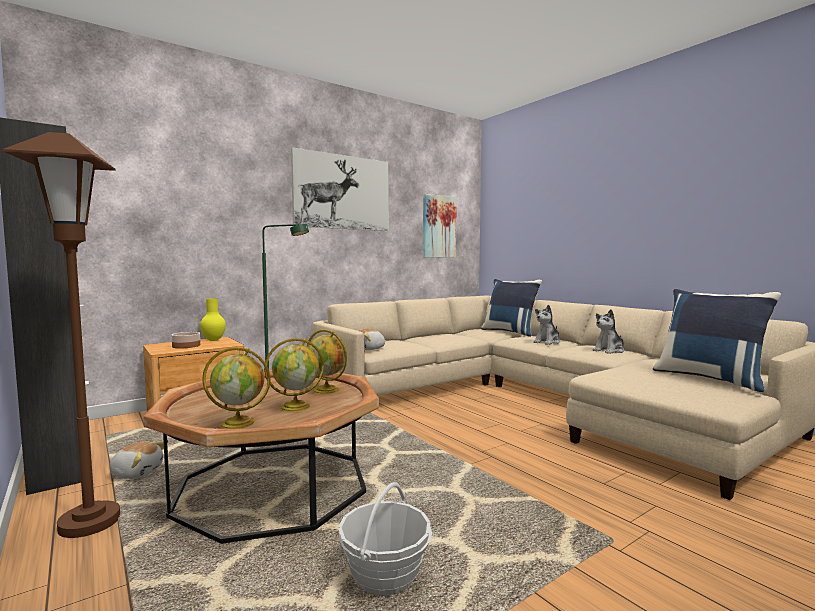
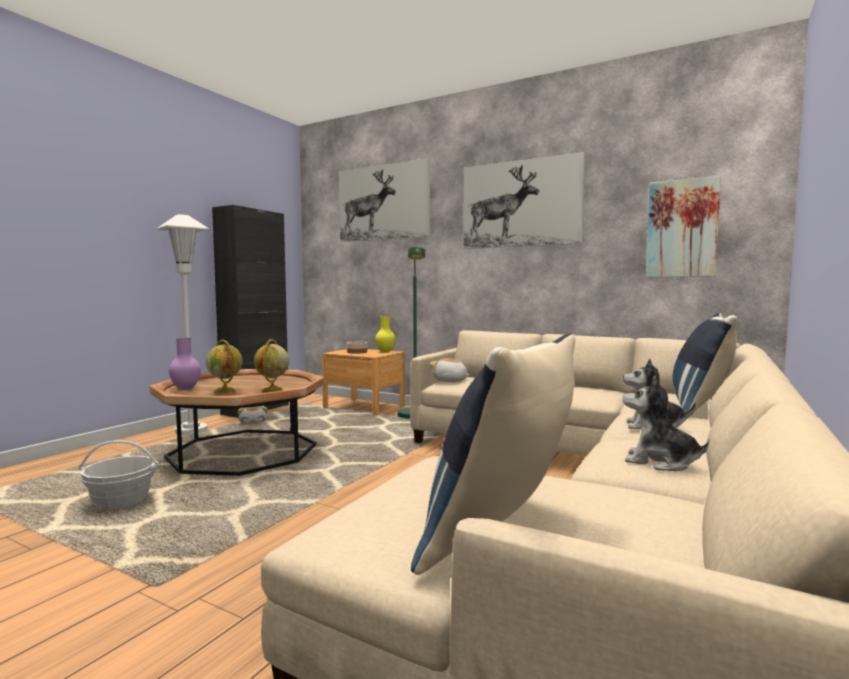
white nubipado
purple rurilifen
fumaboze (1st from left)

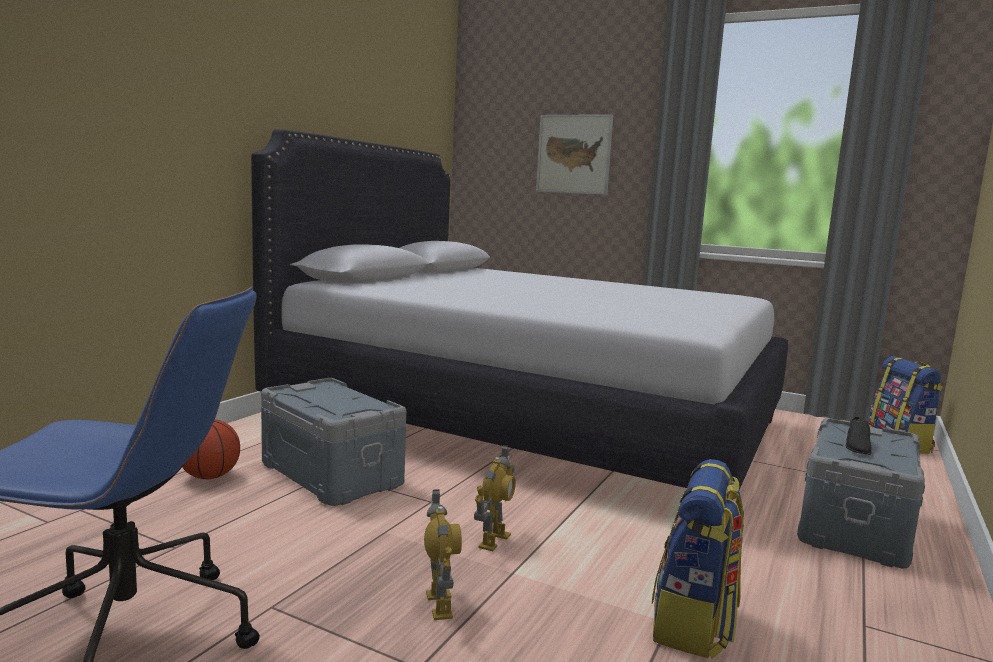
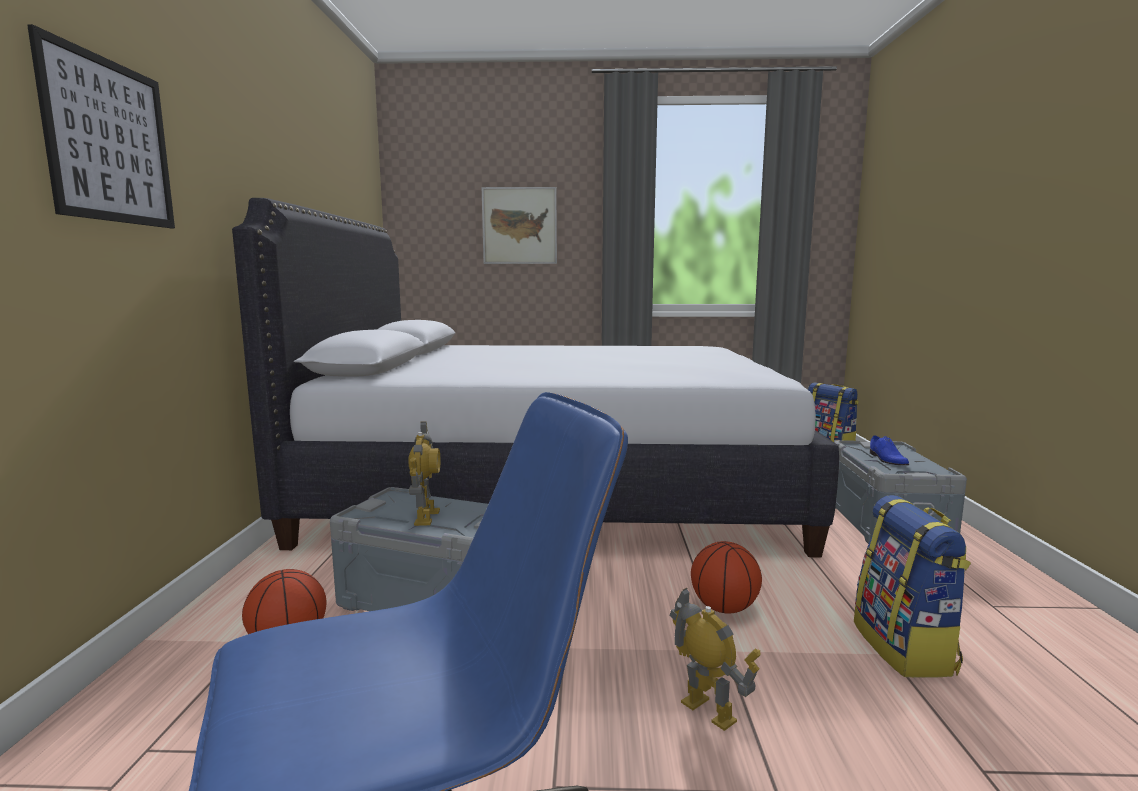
fumaboze (1st from left)
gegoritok (1st from left)
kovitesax (2nd from left)
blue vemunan

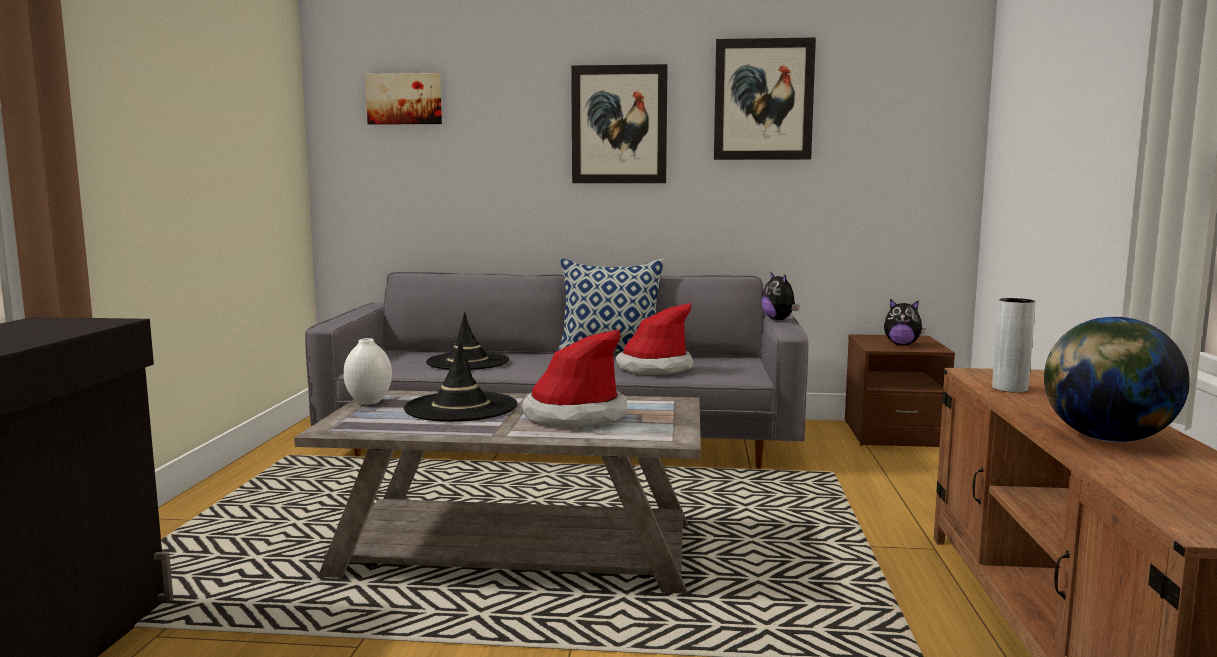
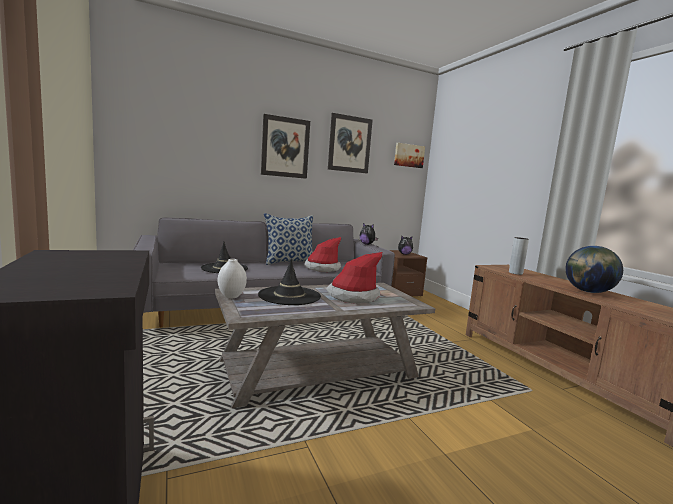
fumaboze (3rd from left)

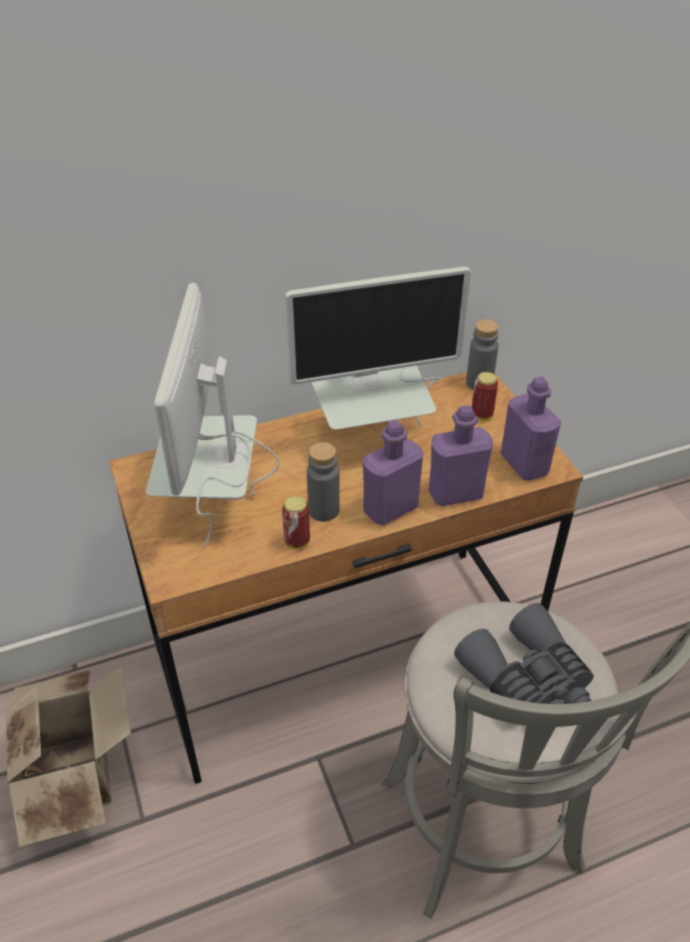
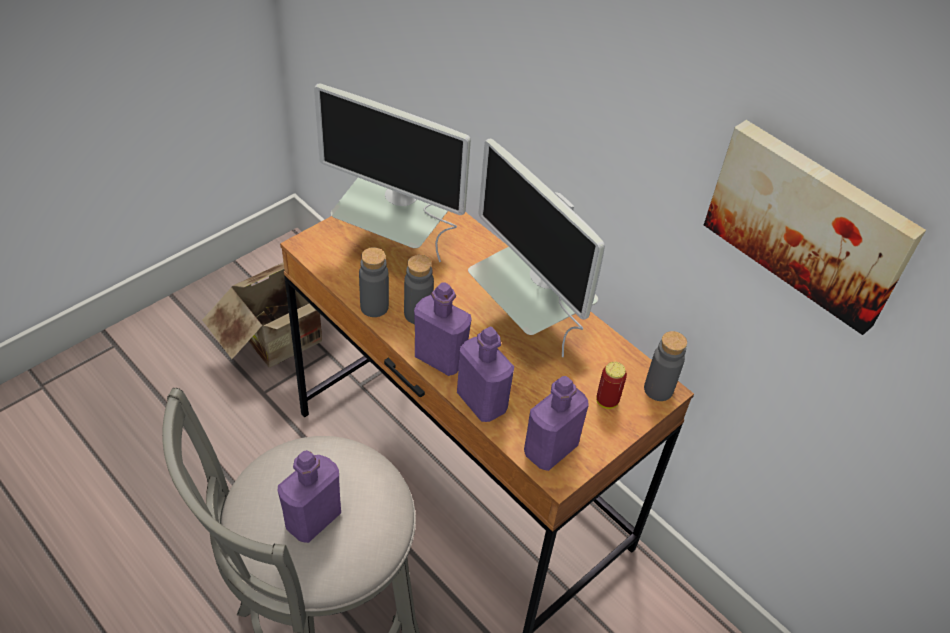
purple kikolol (1st from left)
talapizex (1st from left)
grey kikolol (1st from left)
fumaboze

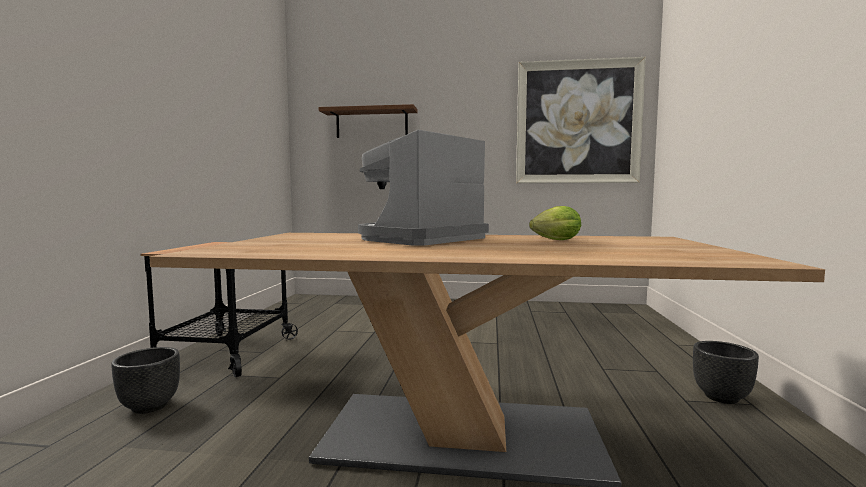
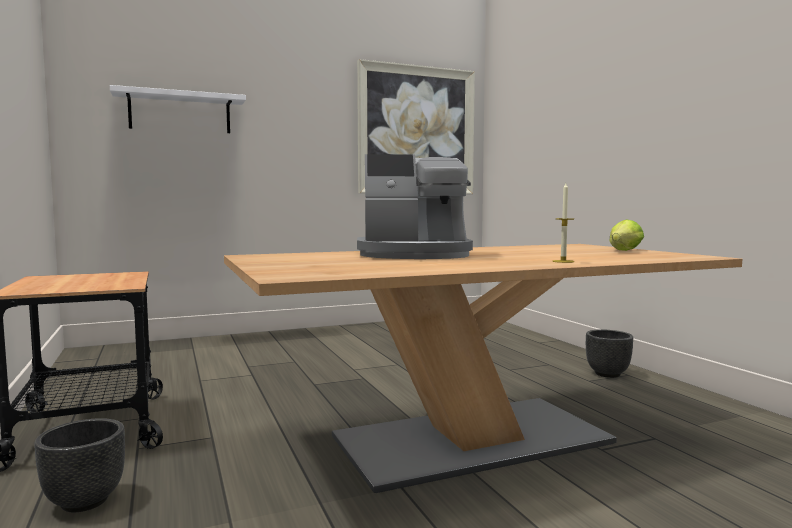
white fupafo
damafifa
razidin
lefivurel

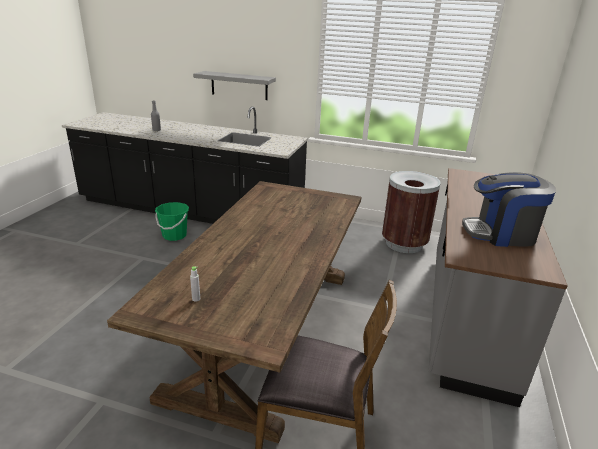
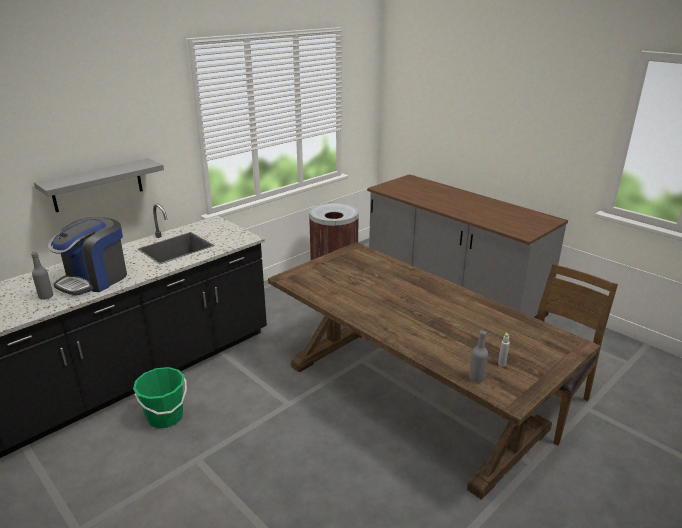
damafifa
grey kikolol (2nd from left)

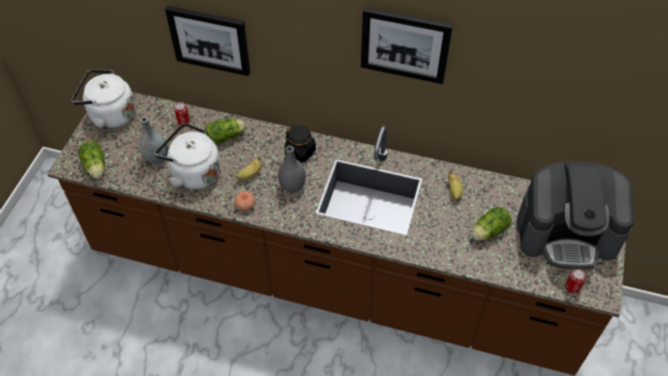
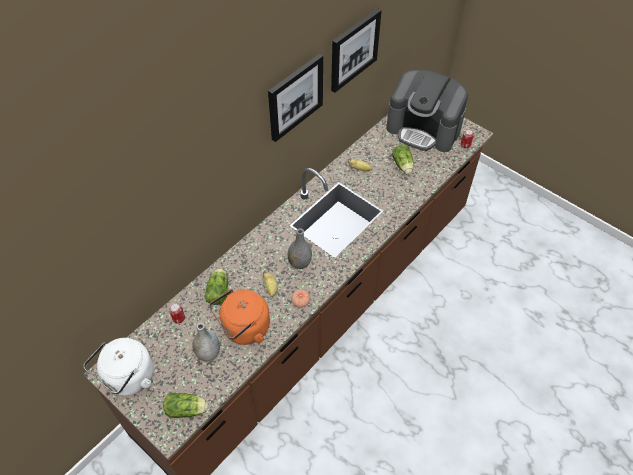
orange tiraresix
fumaboze (2nd from left)
damafifa
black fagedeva

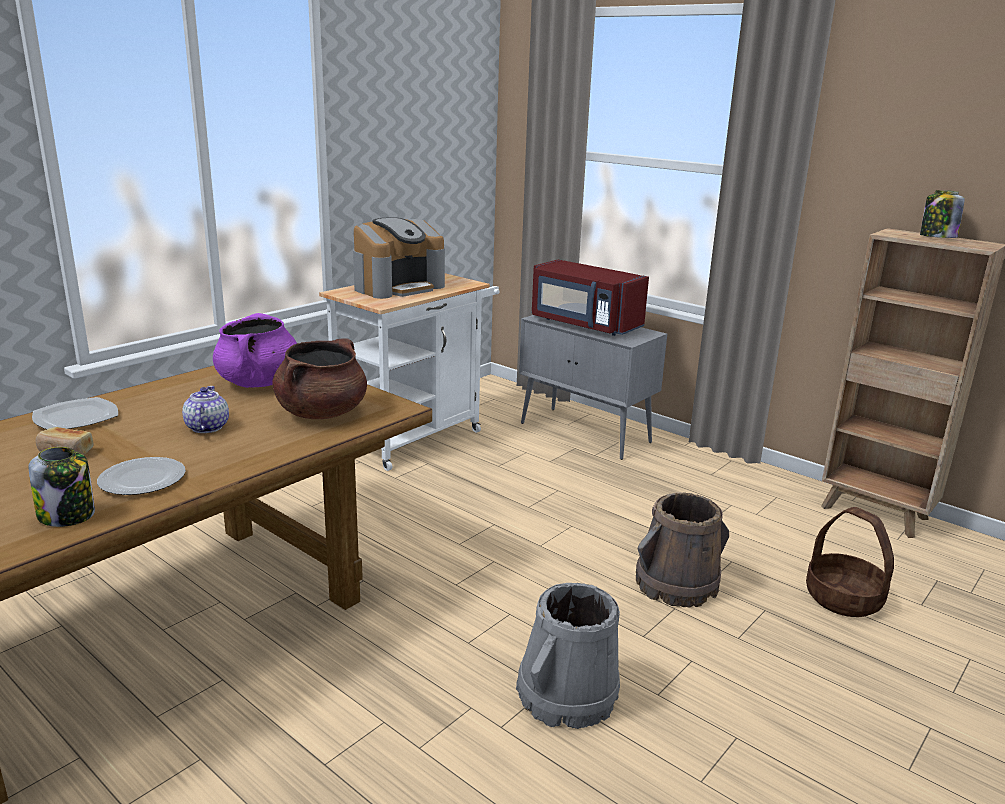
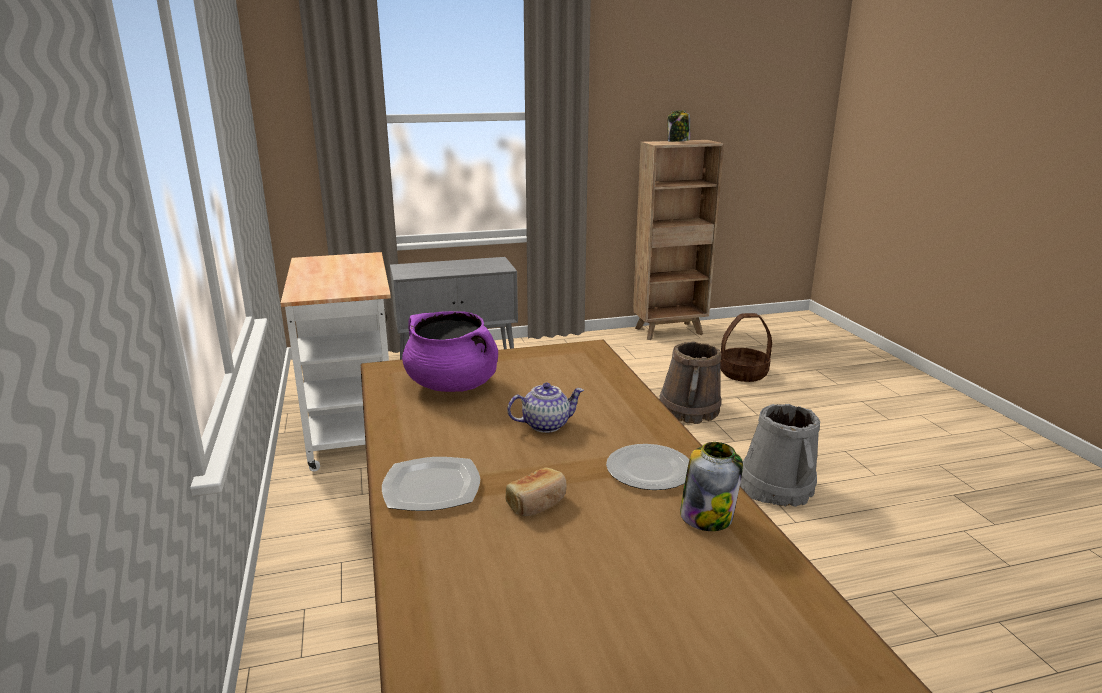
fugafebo
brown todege
damafifa
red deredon

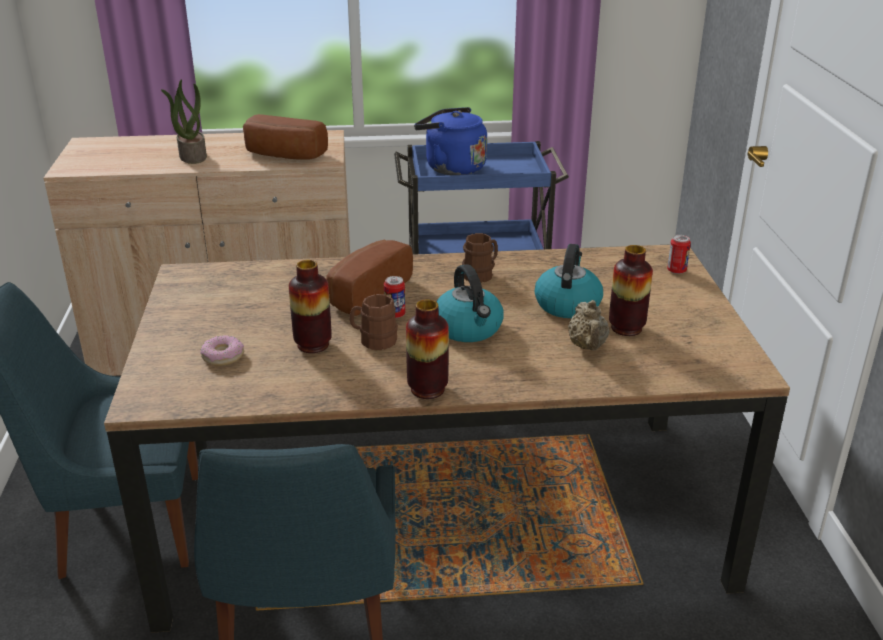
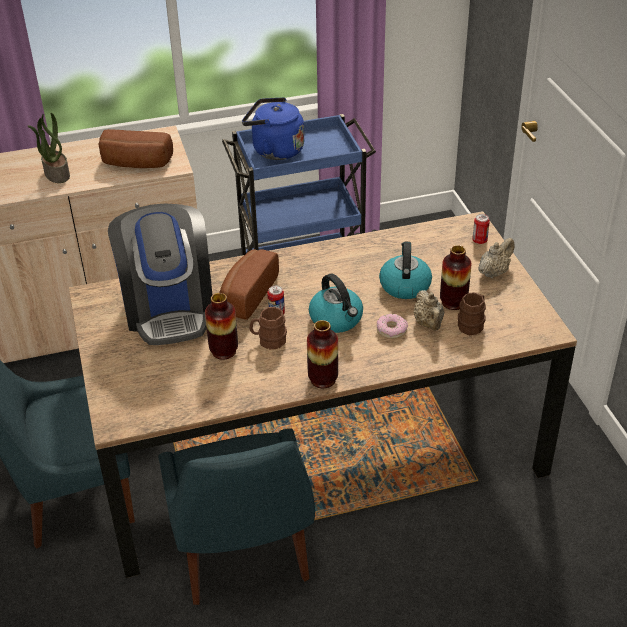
damafifa
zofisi
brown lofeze (2nd from left)
beige fugafebo (2nd from left)

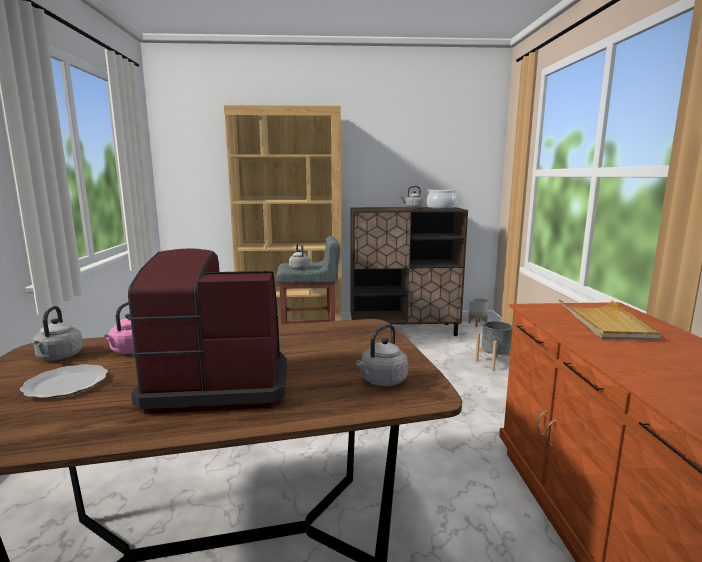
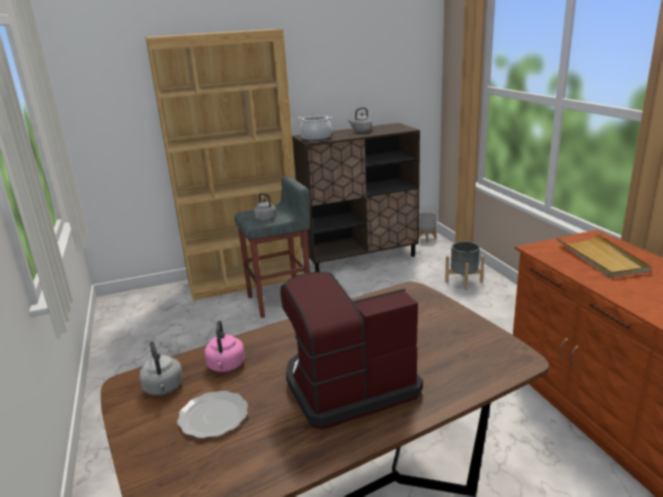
todege
grey tiraresix (3rd from left in the first image)

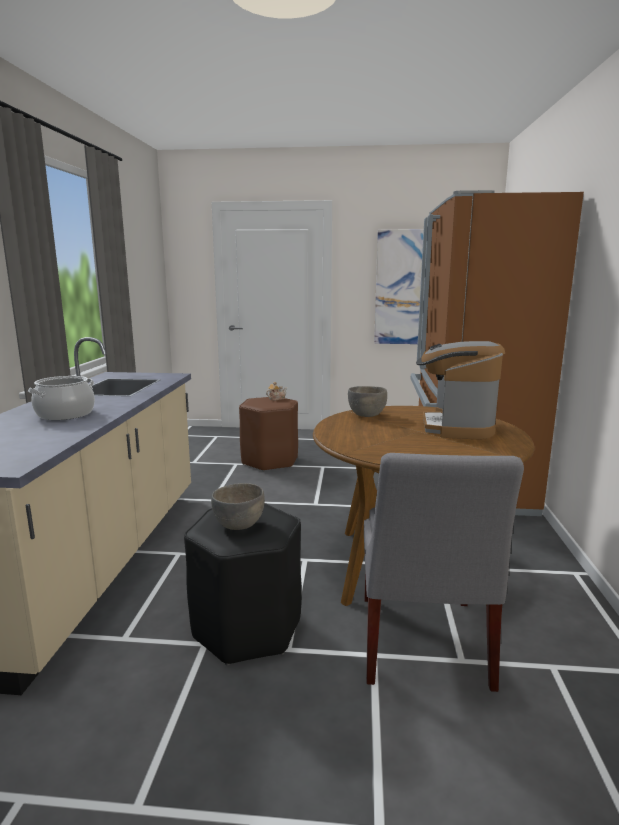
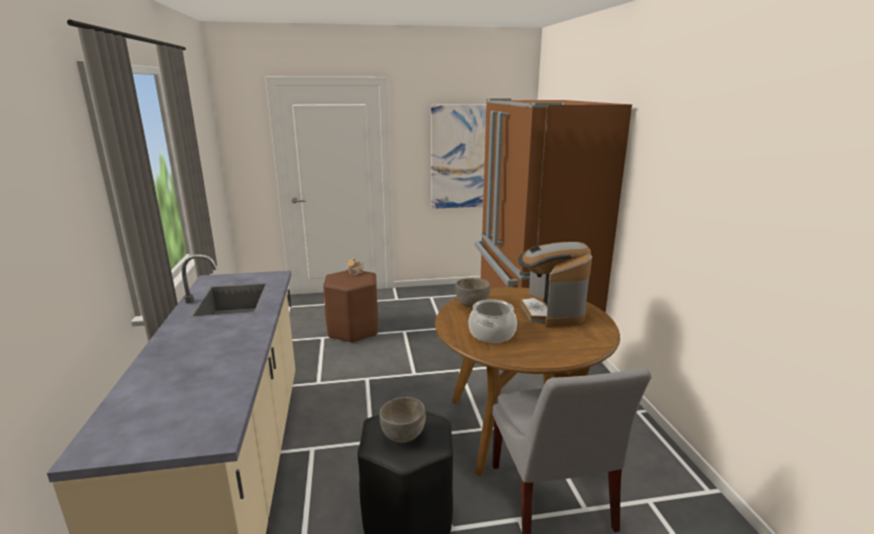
todege

